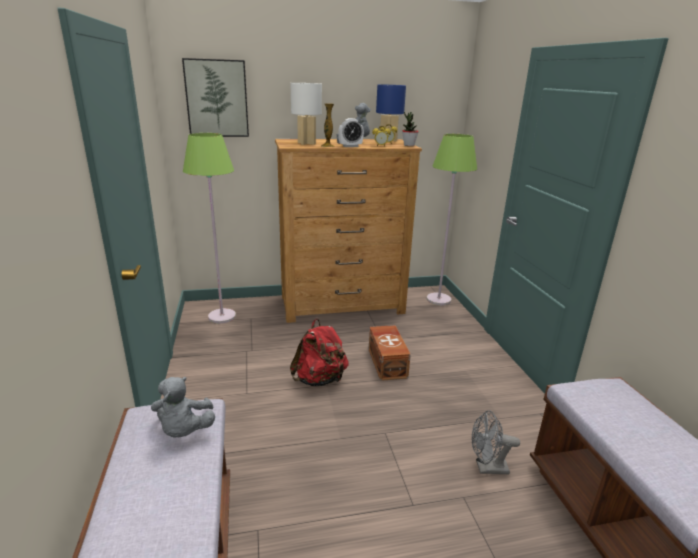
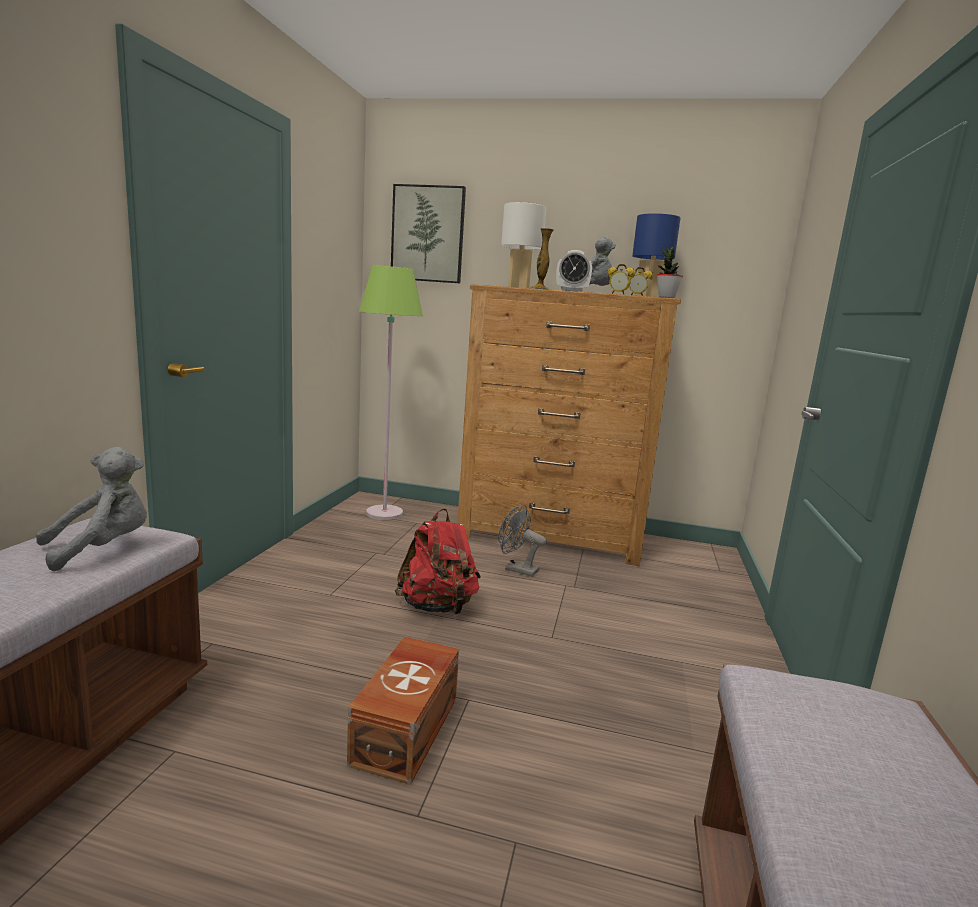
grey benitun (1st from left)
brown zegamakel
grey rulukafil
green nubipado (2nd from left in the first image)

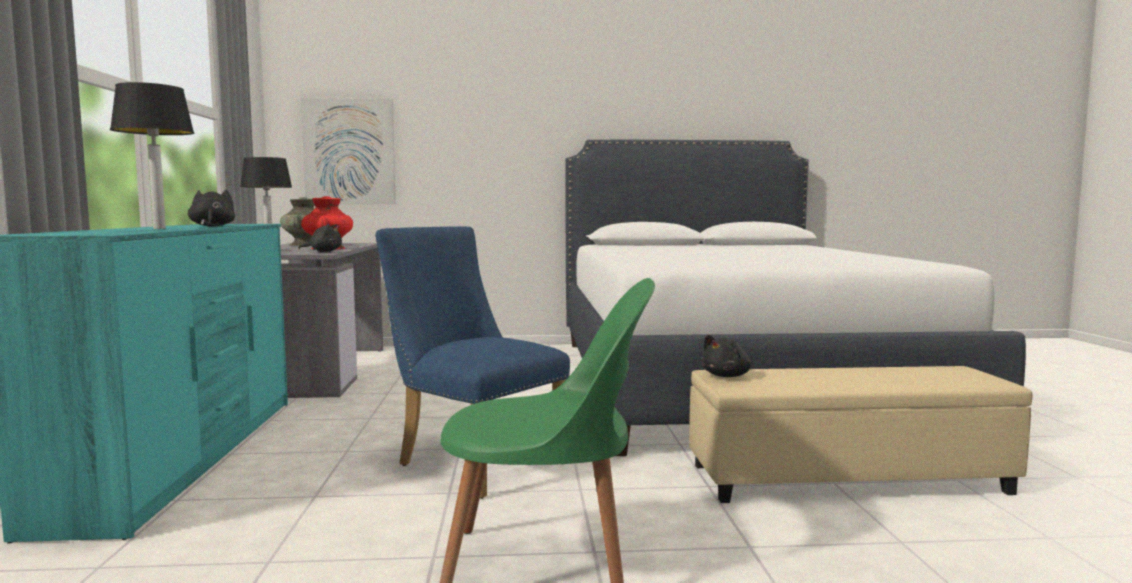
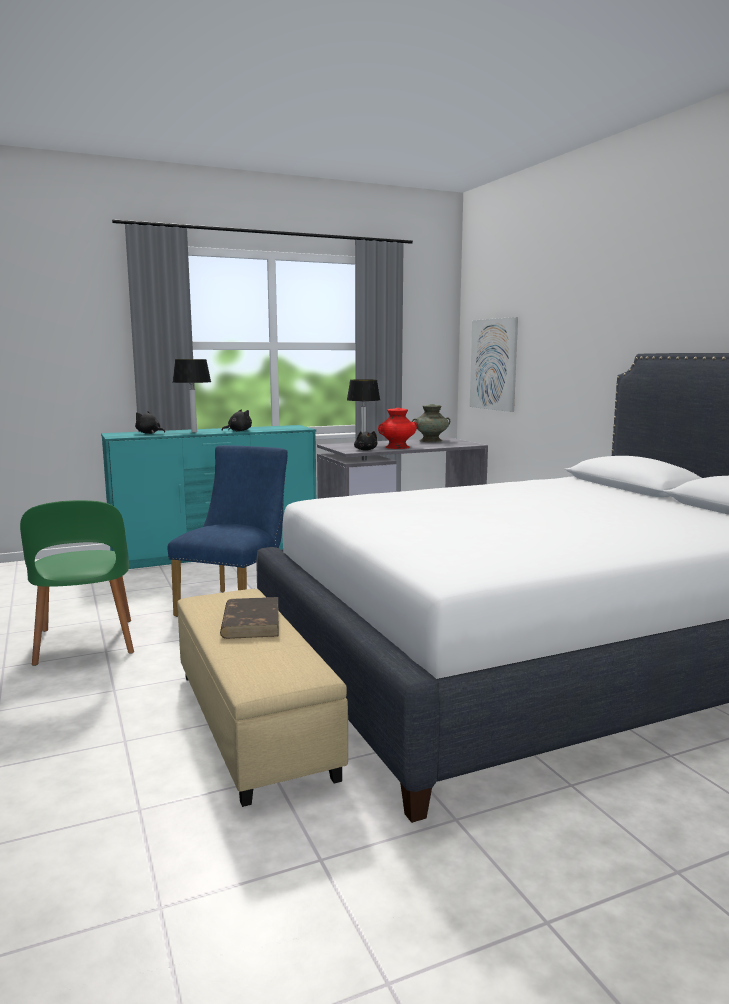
black benitun (1st from left)
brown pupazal

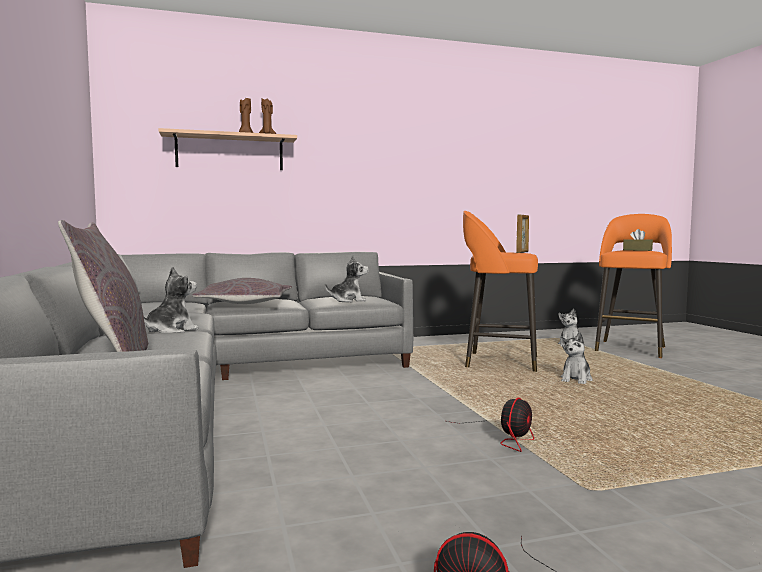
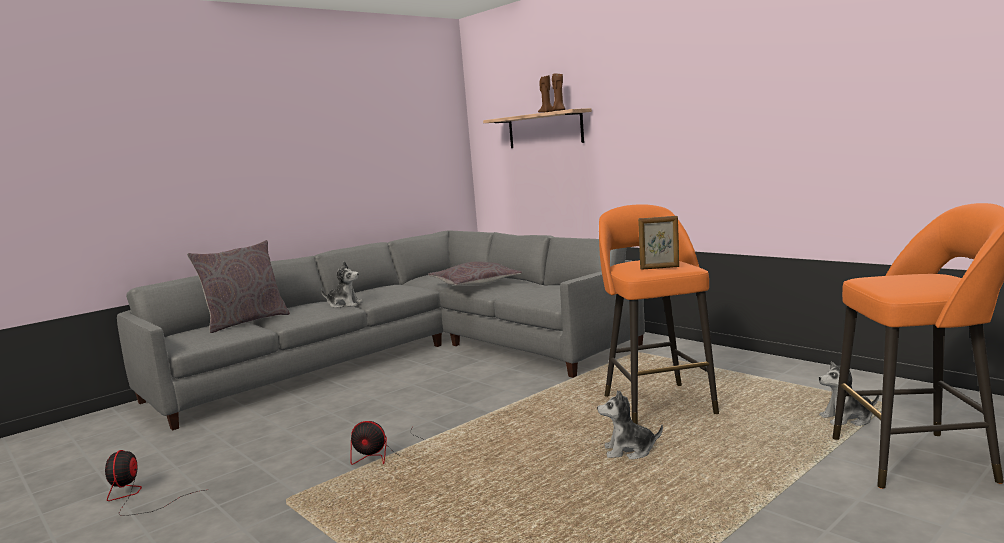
benitun (2nd from left in the first image)
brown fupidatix

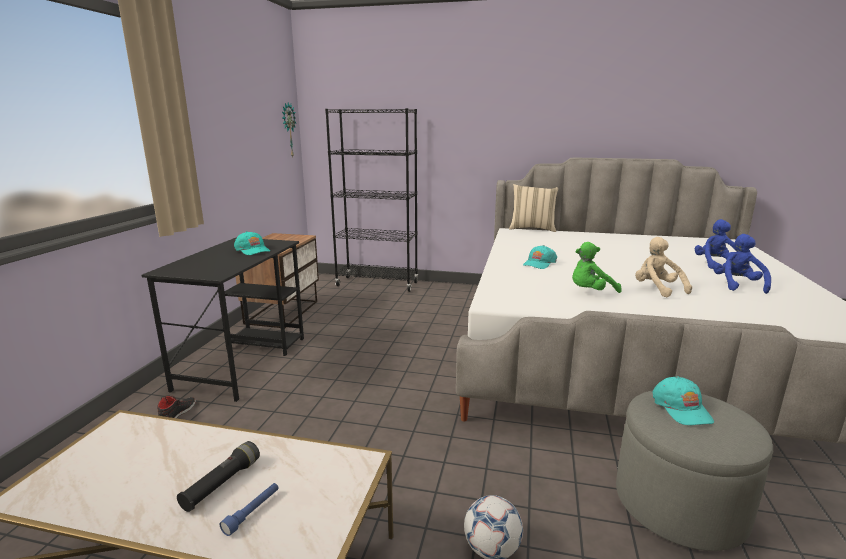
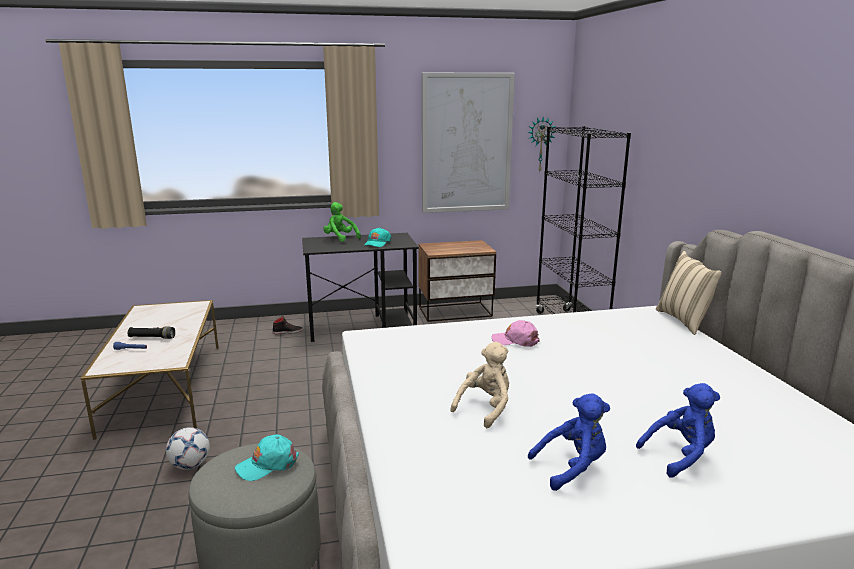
green benitun
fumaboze
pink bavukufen

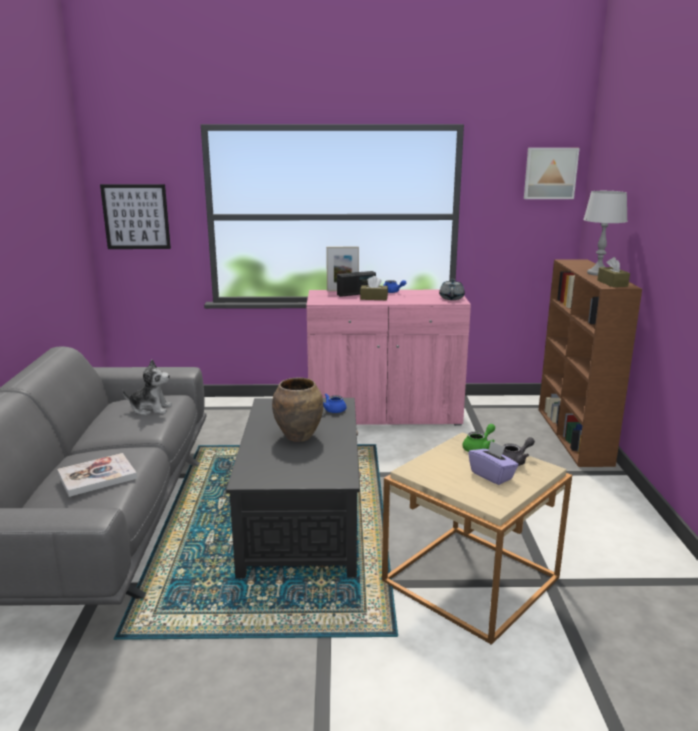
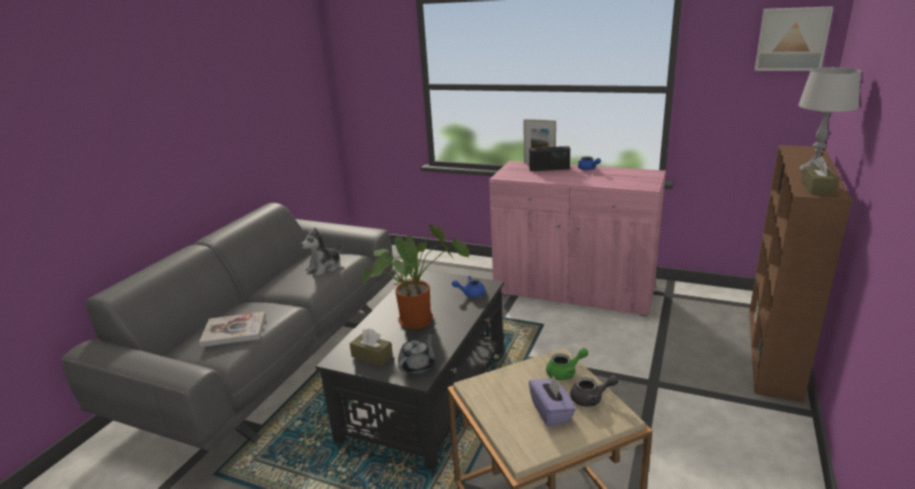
benitun
brown fupidatix (1st from left)
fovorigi
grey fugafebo (1st from left)
fumaboze (1st from left in the first image)

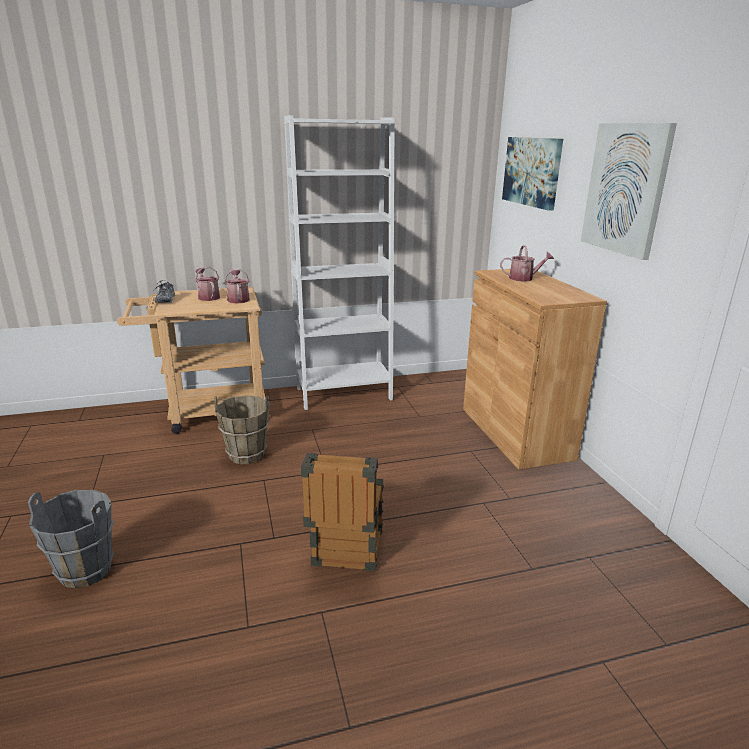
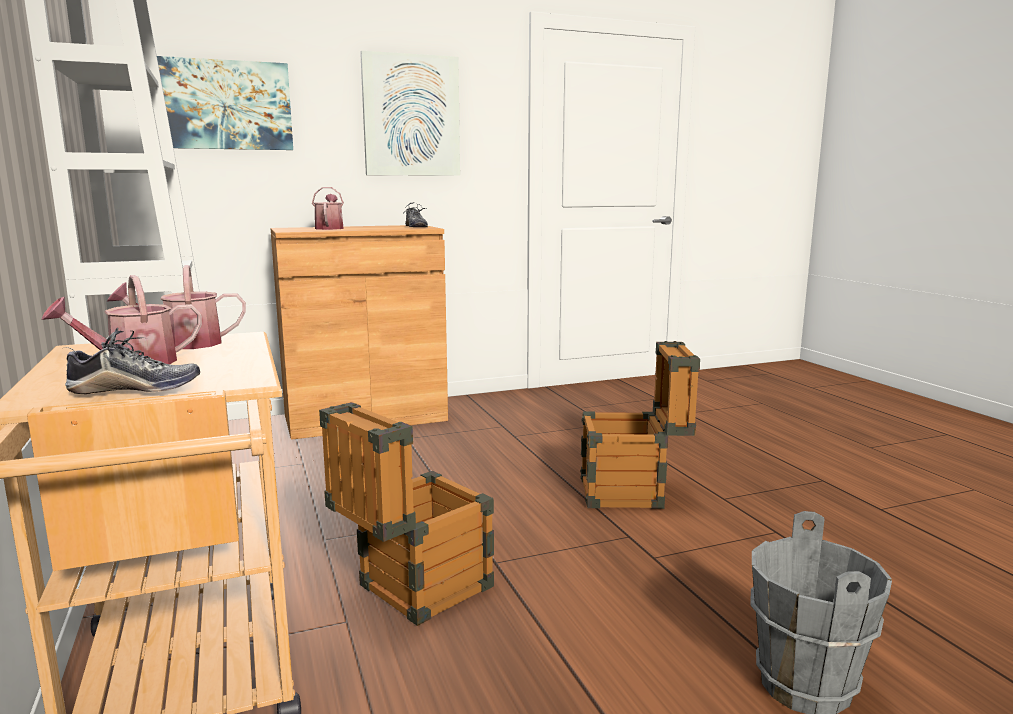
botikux (1st from left)
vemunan (2nd from left)

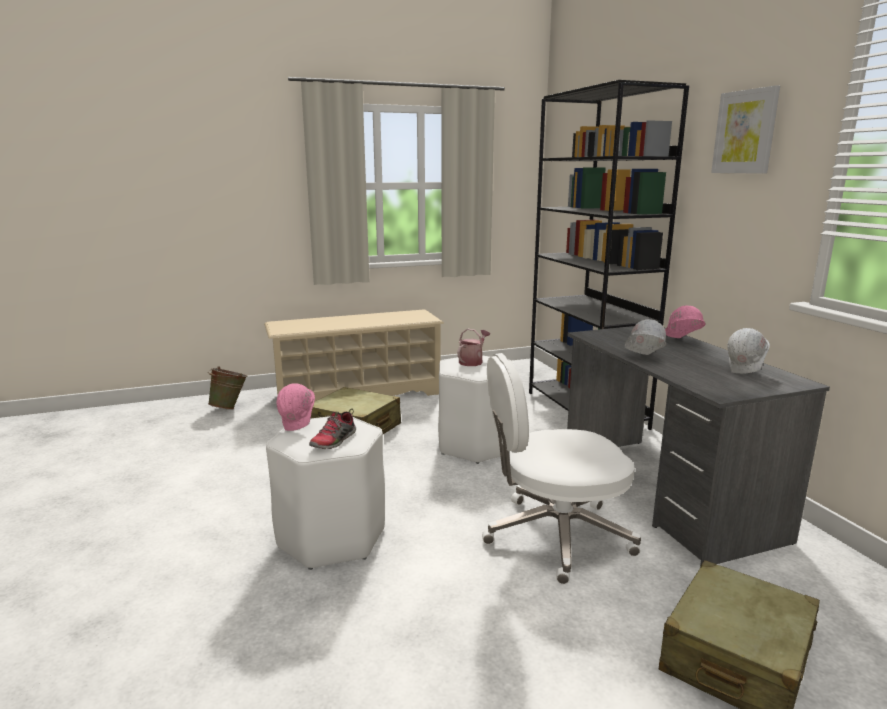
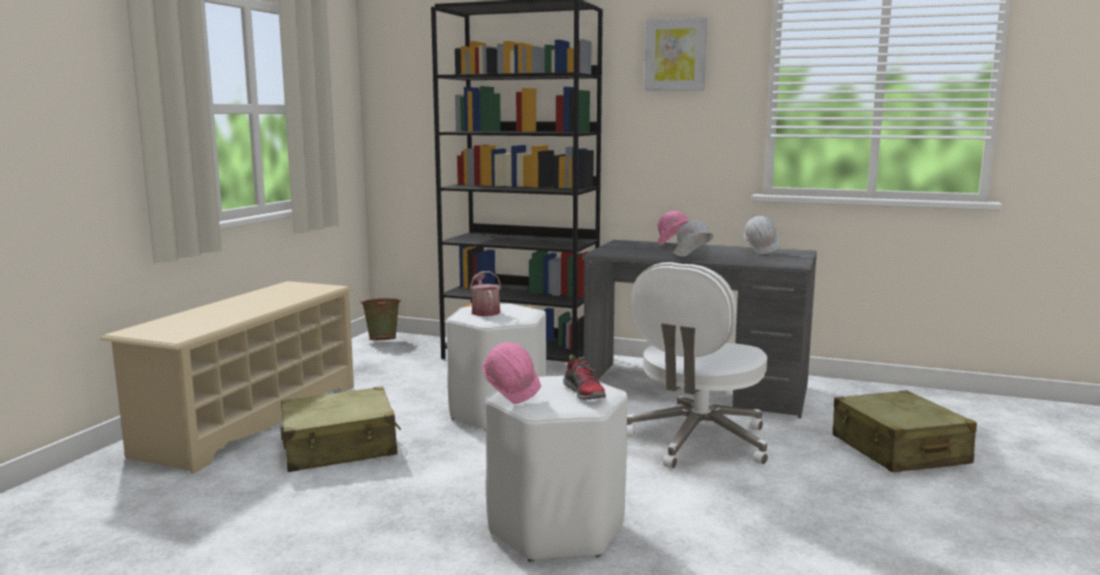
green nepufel

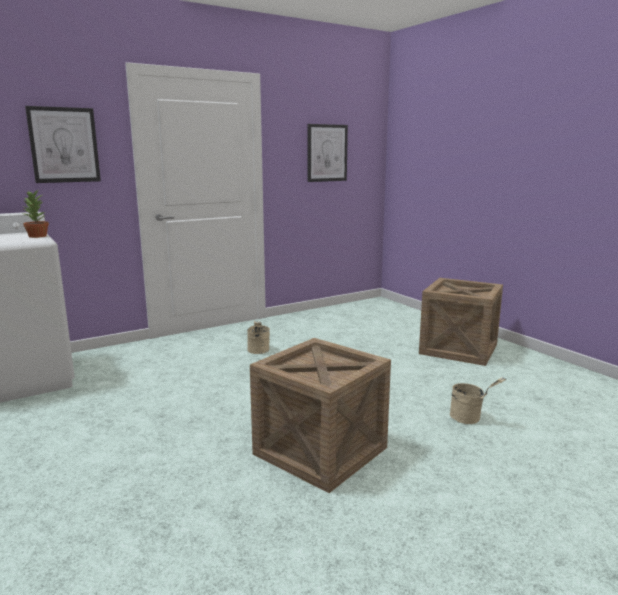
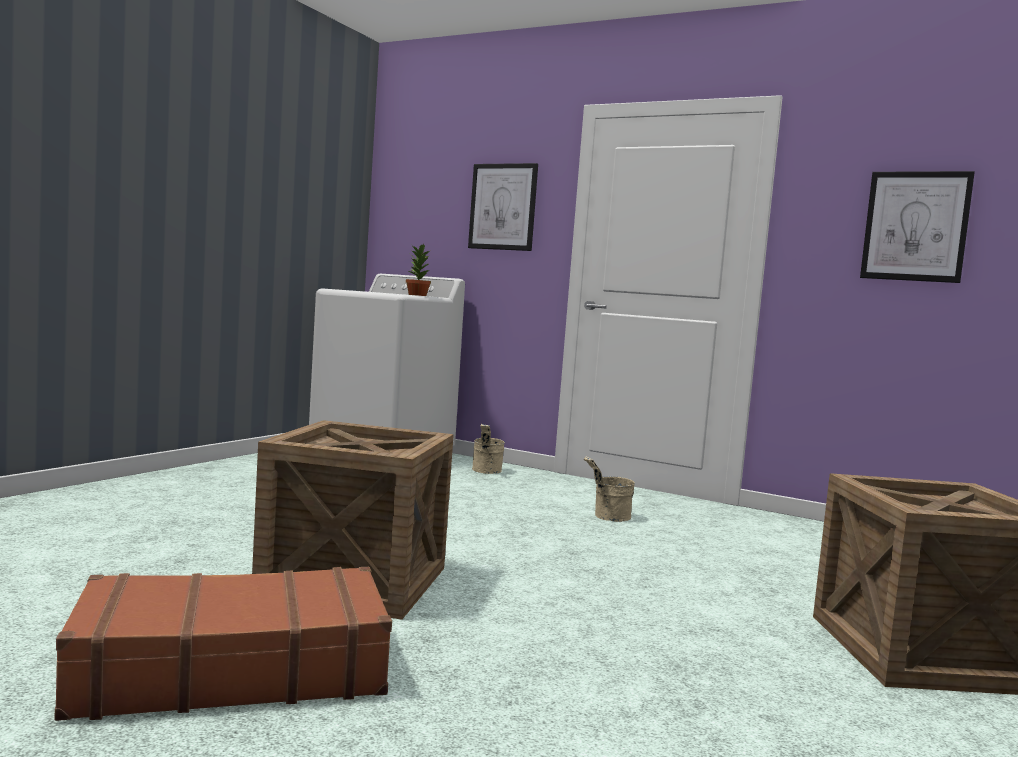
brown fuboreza
beige nepufel (1st from left)

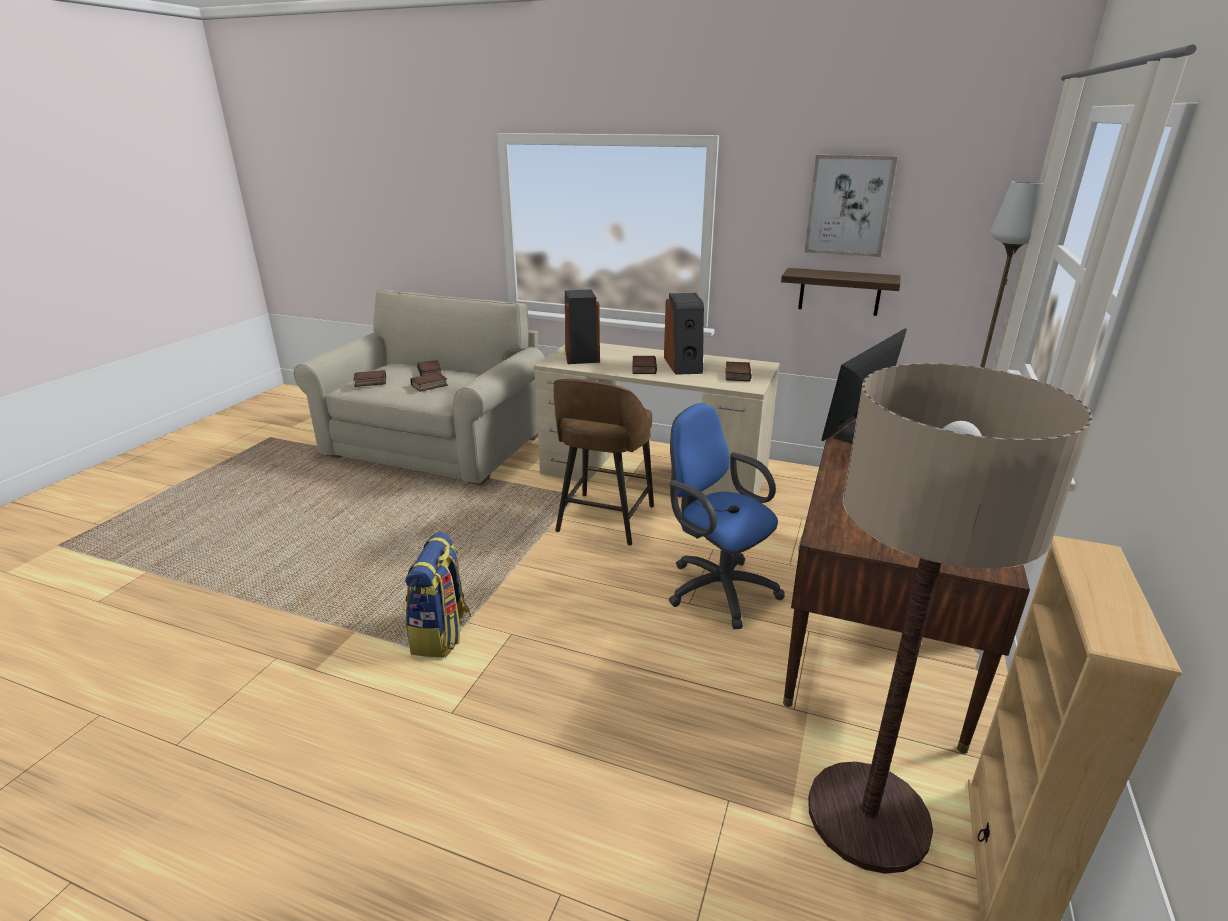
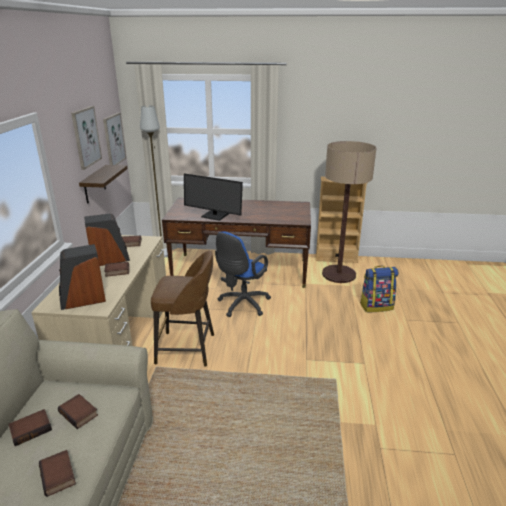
fumaboze (2nd from left)
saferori

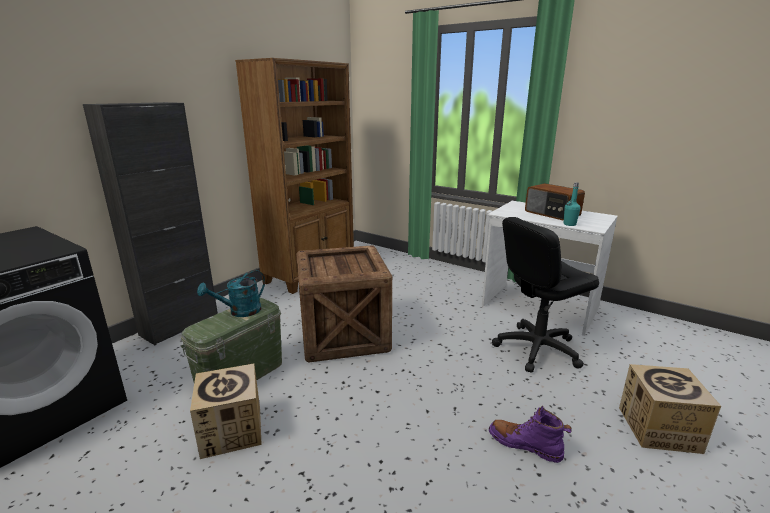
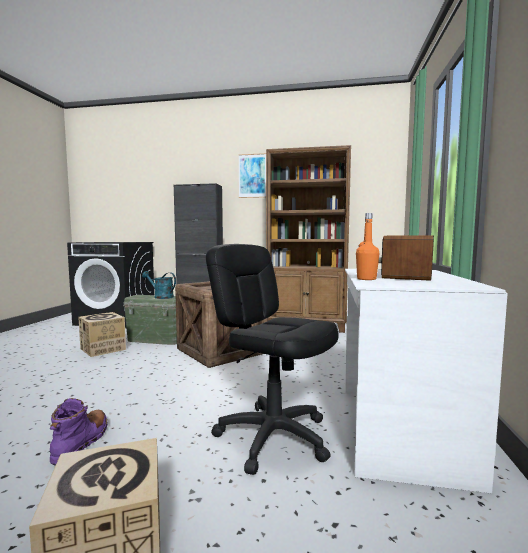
fumaboze
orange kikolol

